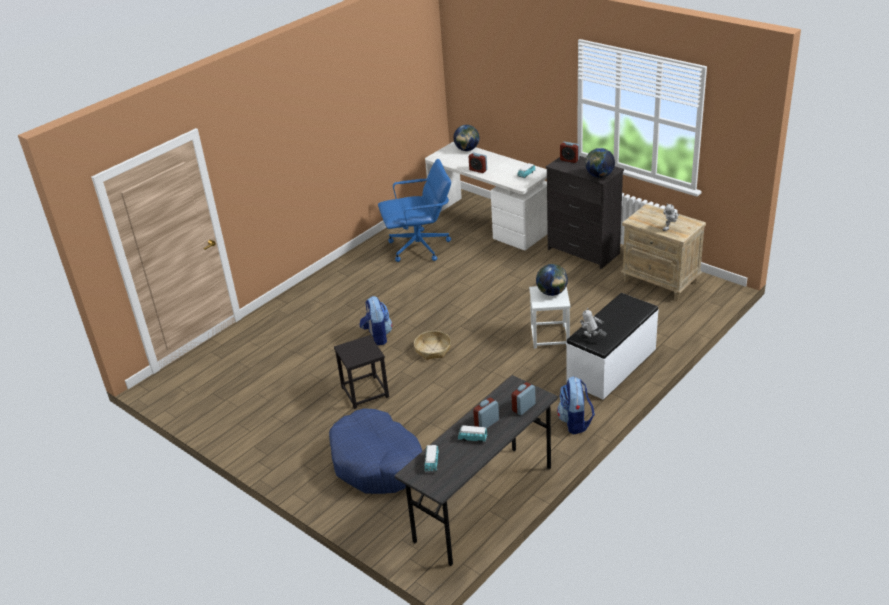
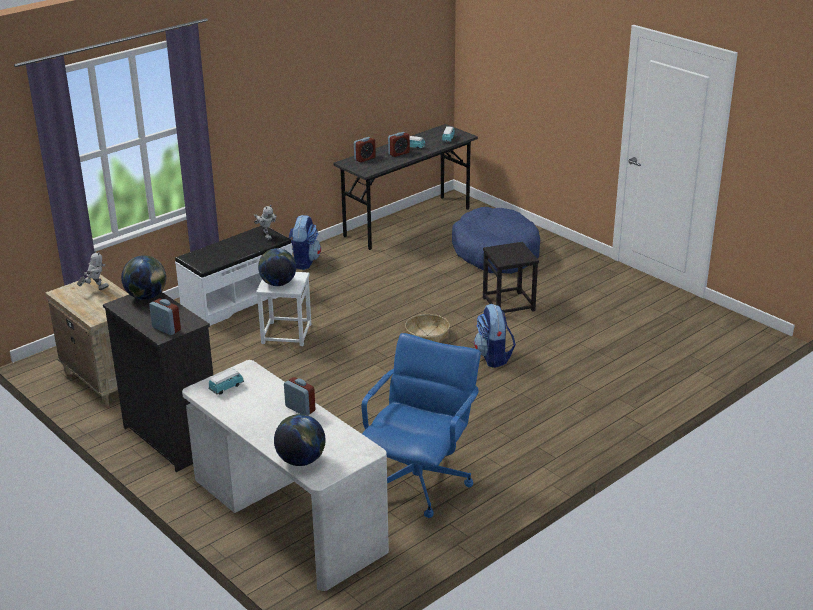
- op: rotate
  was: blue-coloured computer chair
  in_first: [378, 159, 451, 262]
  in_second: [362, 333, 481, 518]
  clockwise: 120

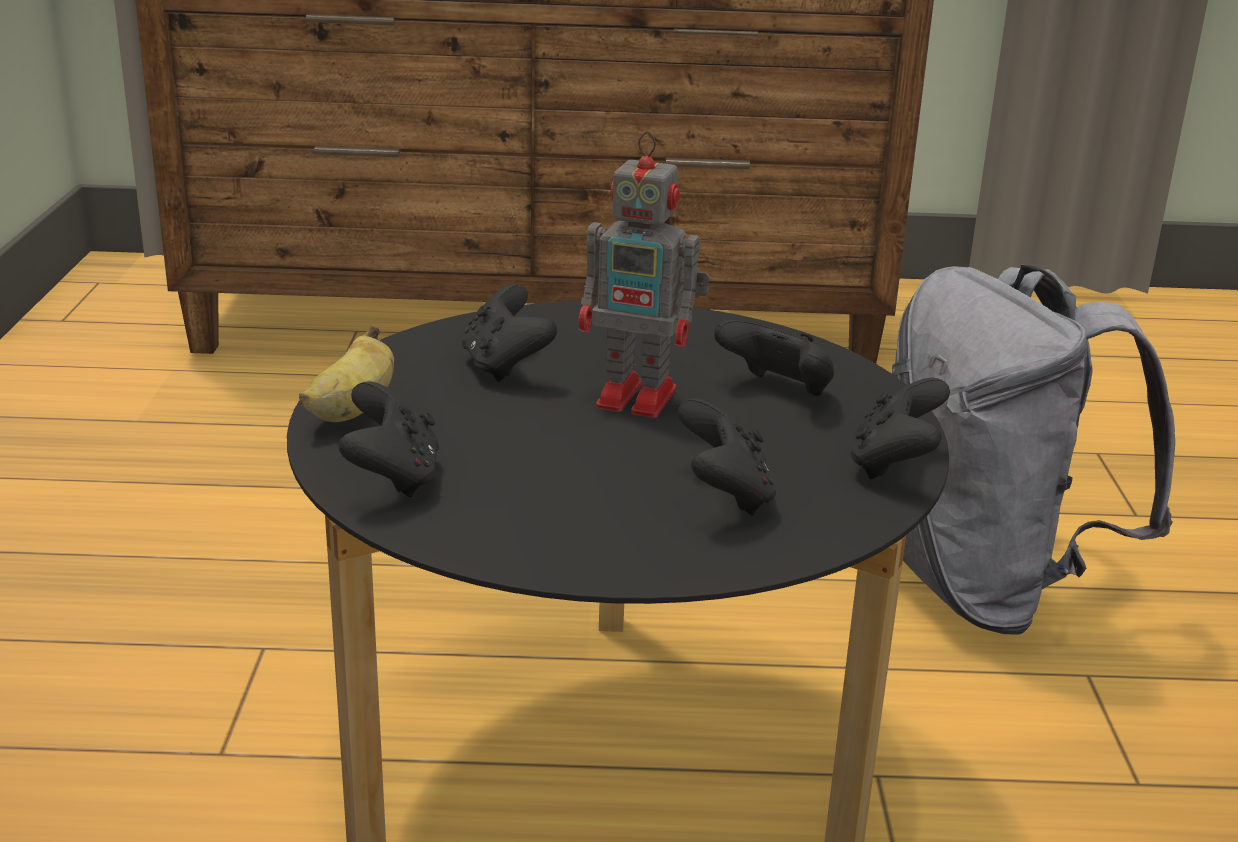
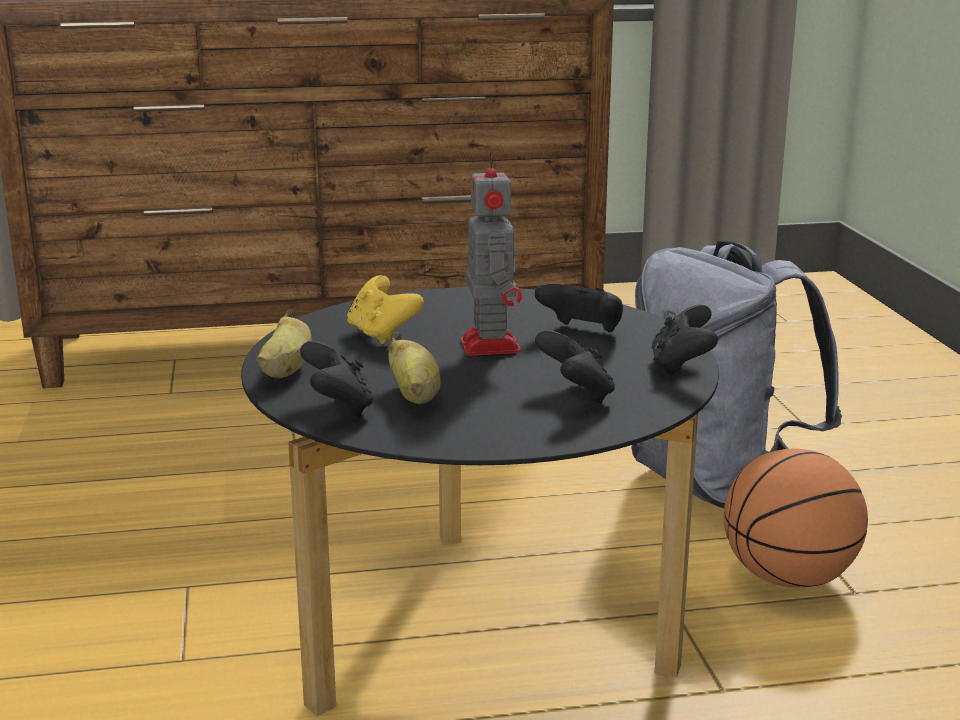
- op: recolor
  was: blackish joypad
  now: yellow-coloured joypad
  in_first: [462, 284, 557, 382]
  in_second: [347, 275, 424, 344]
- op: rotate
  was: robot figure
  in_first: [579, 131, 710, 418]
  in_second: [461, 151, 522, 355]
  clockwise: -105
- op: insert
  now: banana
  in_second: [389, 332, 441, 404]
- op: insert
  now: basketball
  in_second: [724, 449, 868, 588]

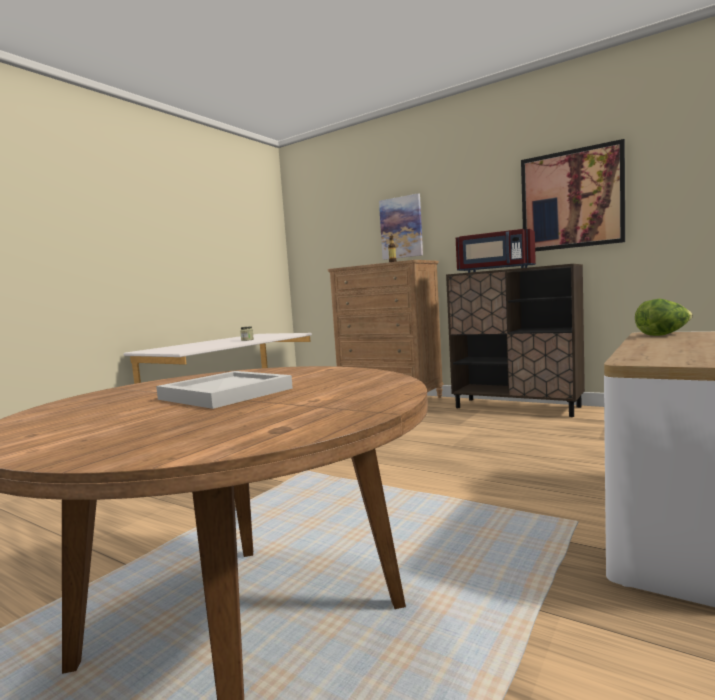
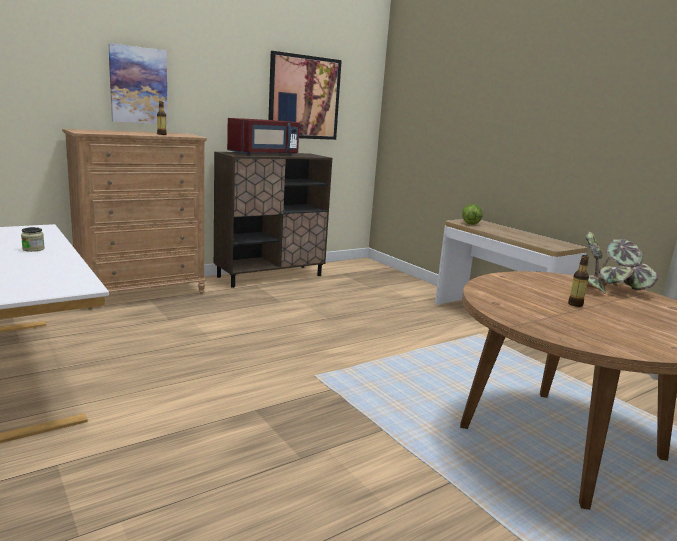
- op: replace
  was: white-coloured carrying tray
  now: beverage bottle
  in_first: [156, 371, 293, 409]
  in_second: [568, 255, 589, 307]
- op: insert
  now: houseplant
  in_second: [586, 232, 658, 294]

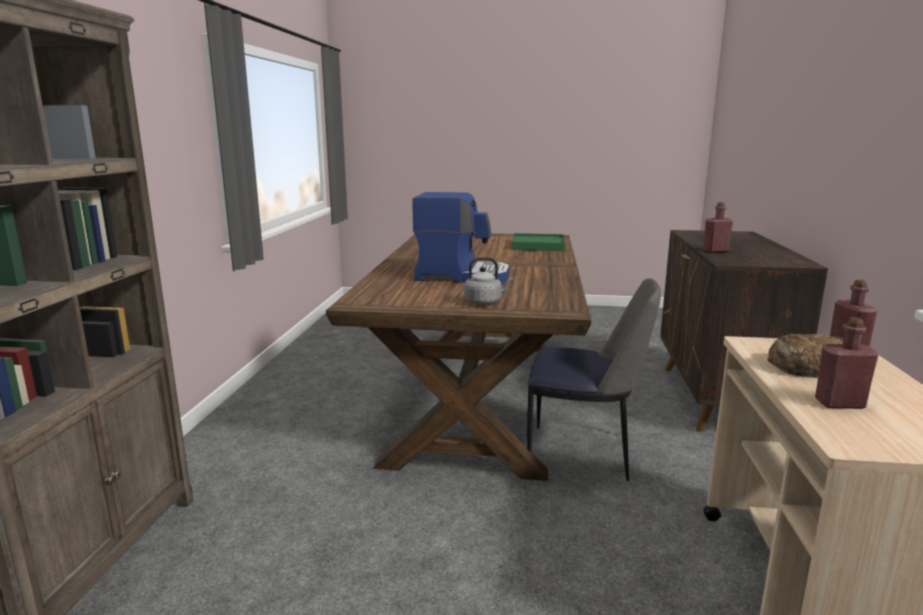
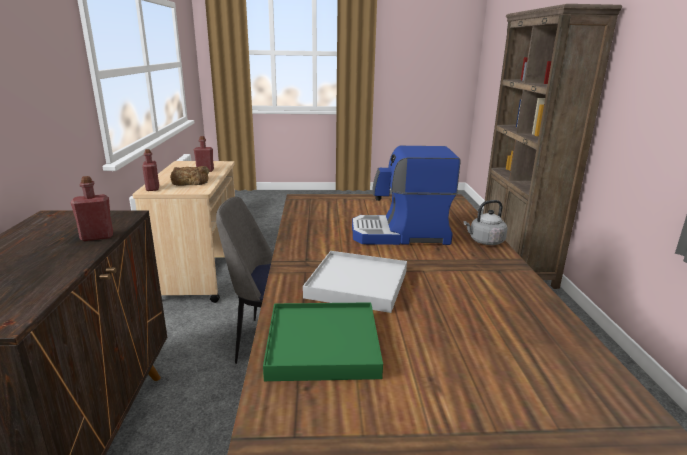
- op: move
  was: greyish kettle
  in_first: [464, 257, 513, 305]
  in_second: [463, 200, 508, 245]
- op: insert
  now: white-coloured carrying tray
  in_second: [303, 251, 407, 313]

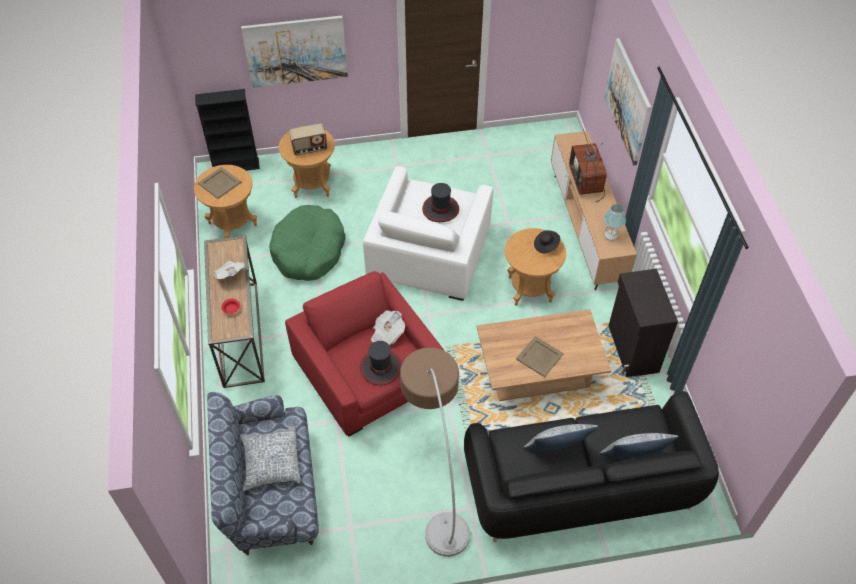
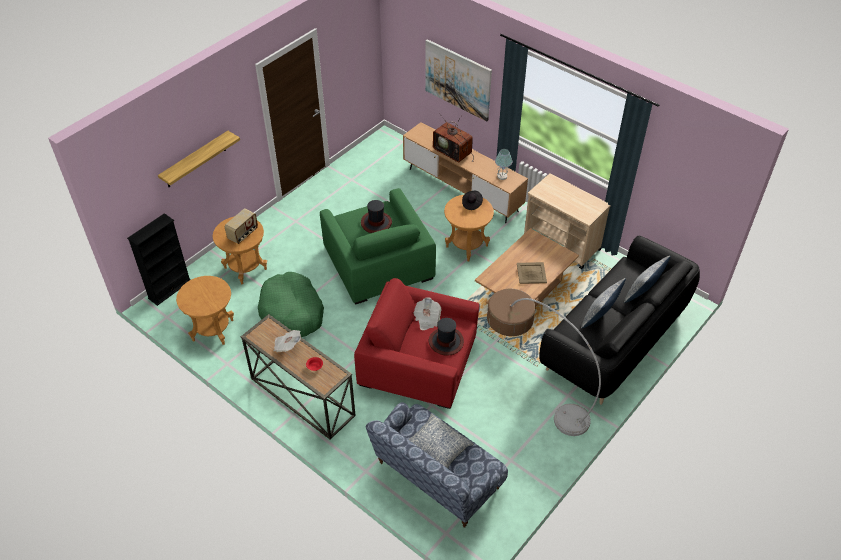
- op: delete
  was: beige-coloured carrying tray
  in_first: [198, 167, 242, 199]
- op: replace
  was: wall art
  now: shelf
  in_first: [241, 16, 348, 88]
  in_second: [158, 131, 240, 187]
- op: recolor
  was: white-coloured lounge chair
  now: green-coloured lounge chair
  in_first: [363, 166, 493, 301]
  in_second: [320, 188, 436, 304]
- op: replace
  was: blackish storage cabinet
  now: beige-coloured cart
  in_first: [609, 269, 678, 377]
  in_second: [524, 173, 611, 269]

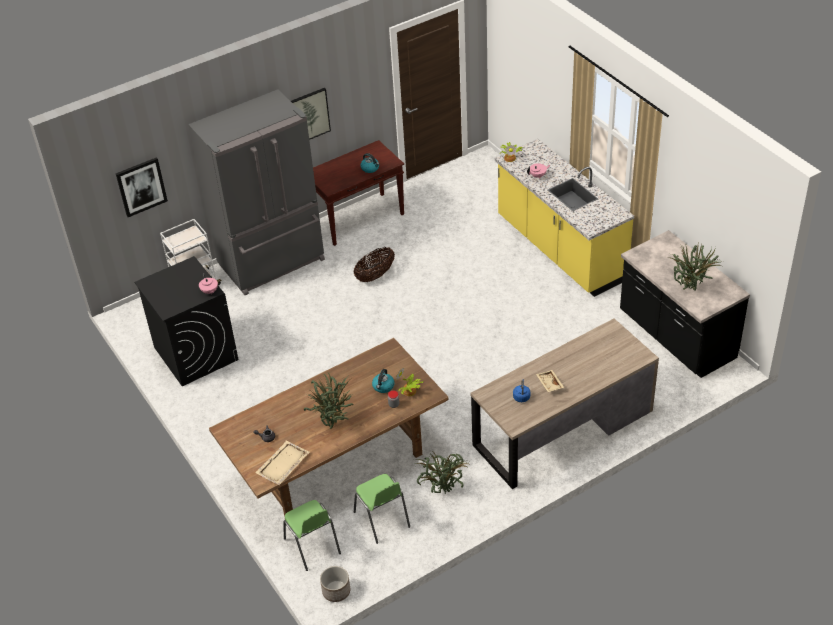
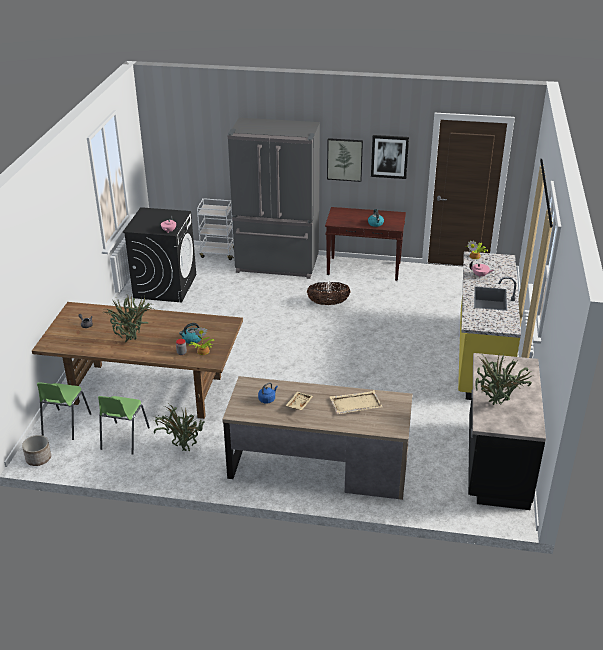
- op: move
  was: wall art
  in_first: [116, 157, 168, 217]
  in_second: [371, 135, 409, 179]
- op: move
  was: beige-coloured carrying tray
  in_first: [255, 440, 310, 485]
  in_second: [330, 390, 383, 414]

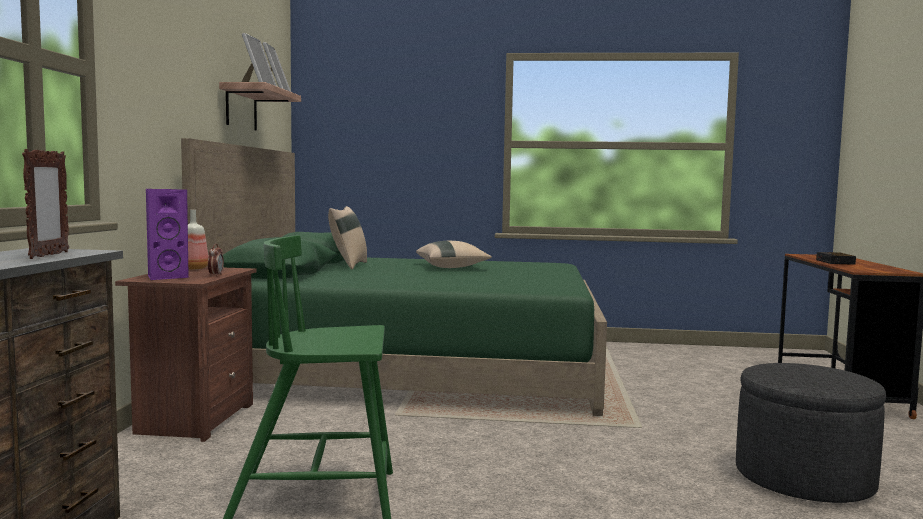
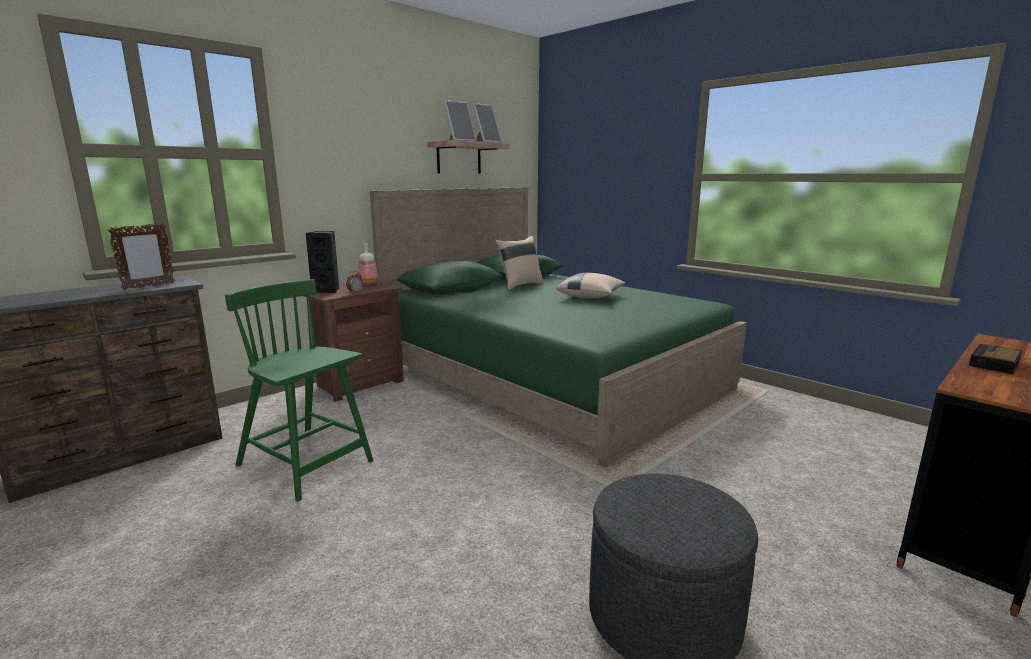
- op: recolor
  was: purple-coloured loudspeaker
  now: blackish loudspeaker
  in_first: [146, 189, 189, 280]
  in_second: [306, 231, 339, 293]

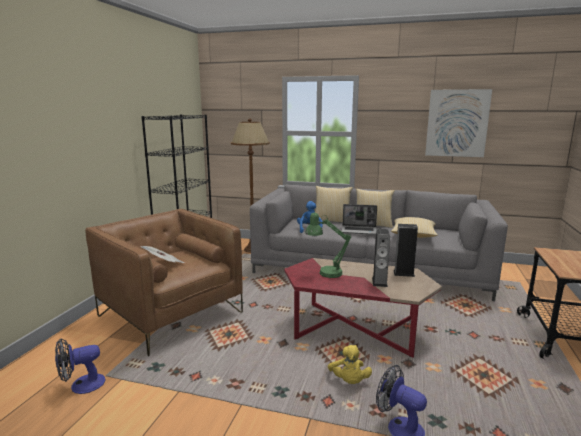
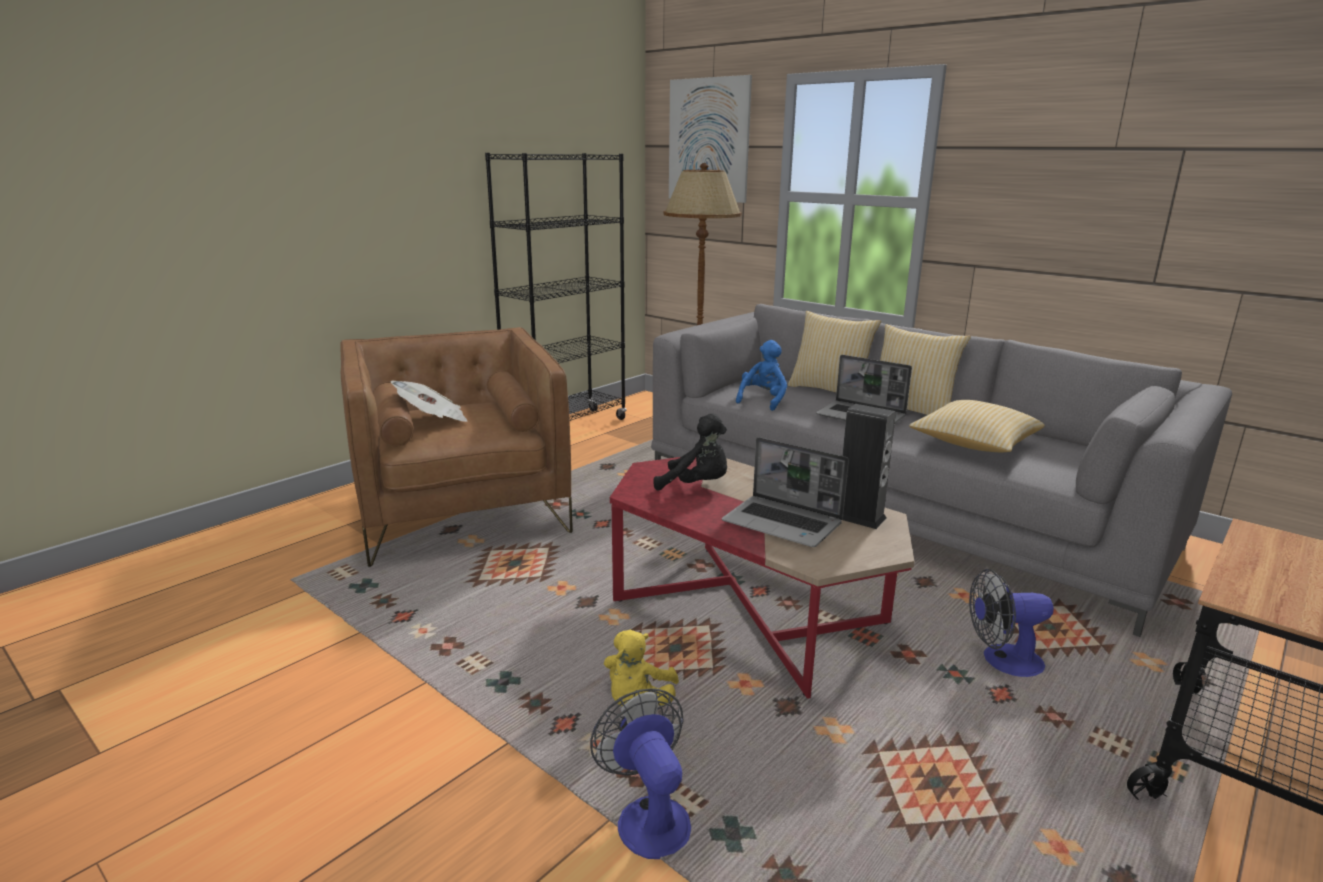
- op: move
  was: cooling fan
  in_first: [55, 338, 105, 394]
  in_second: [969, 569, 1054, 677]
- op: replace
  was: green-coloured table lamp
  now: blackish cuddly toy
  in_first: [305, 212, 351, 278]
  in_second: [654, 413, 727, 491]
- op: replace
  was: loudspeaker
  now: portable computer
  in_first: [372, 229, 390, 287]
  in_second: [722, 437, 849, 547]
- op: move
  was: wall art
  in_first: [425, 89, 492, 157]
  in_second: [669, 75, 752, 203]

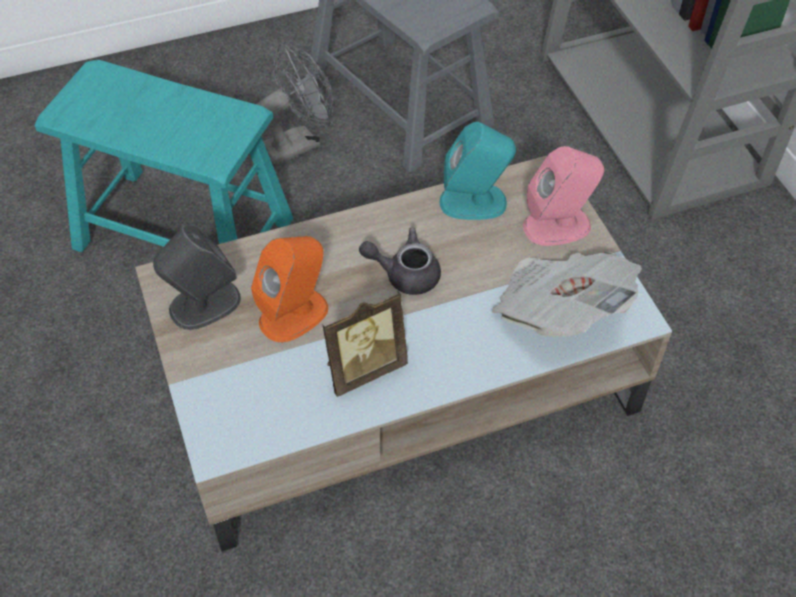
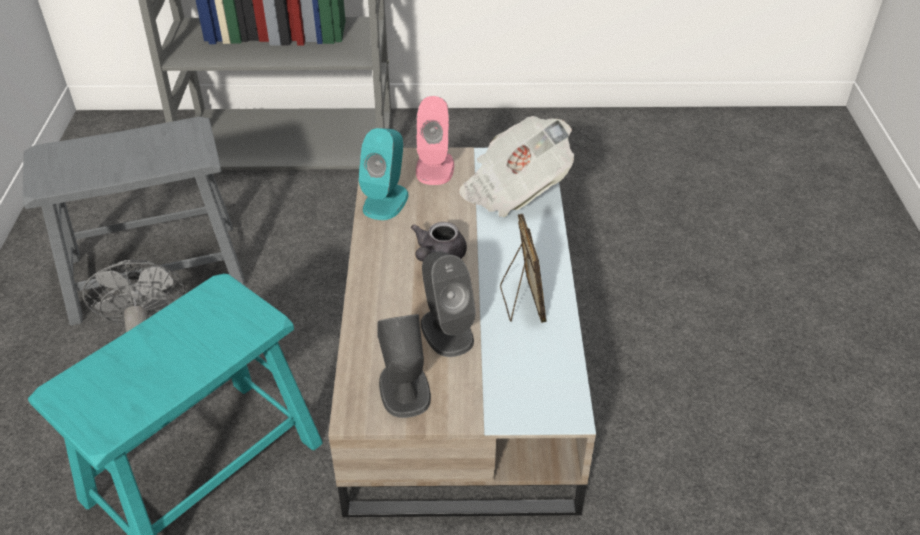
- op: recolor
  was: orange-coloured loudspeaker
  now: greyish loudspeaker
  in_first: [251, 236, 329, 342]
  in_second: [421, 251, 476, 357]

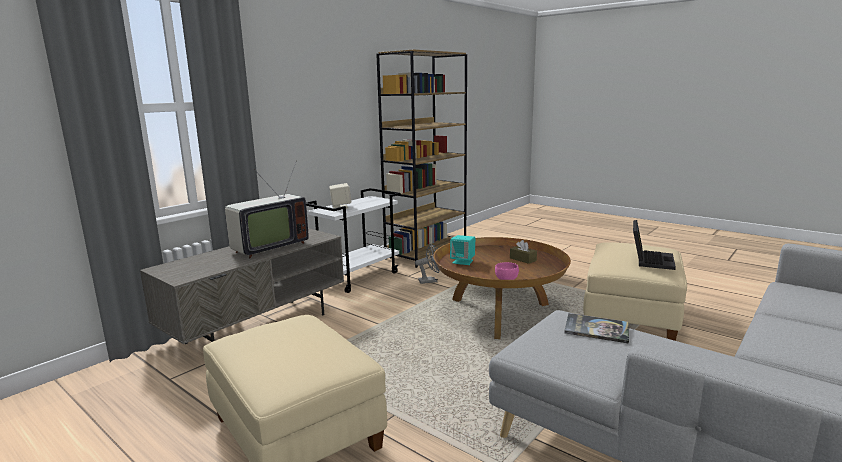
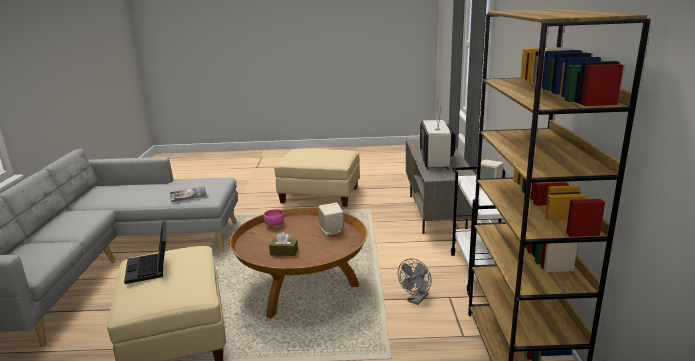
- op: recolor
  was: blue-green loudspeaker
  now: beige-coloured loudspeaker
  in_first: [450, 235, 475, 265]
  in_second: [318, 203, 344, 235]

